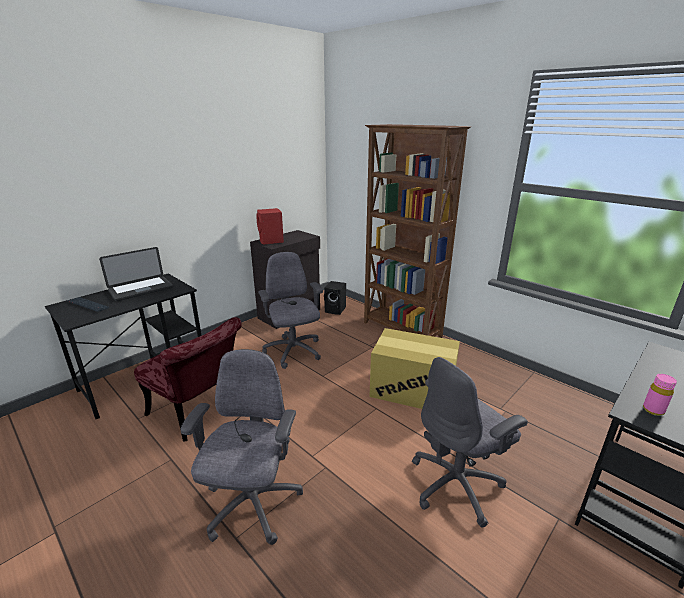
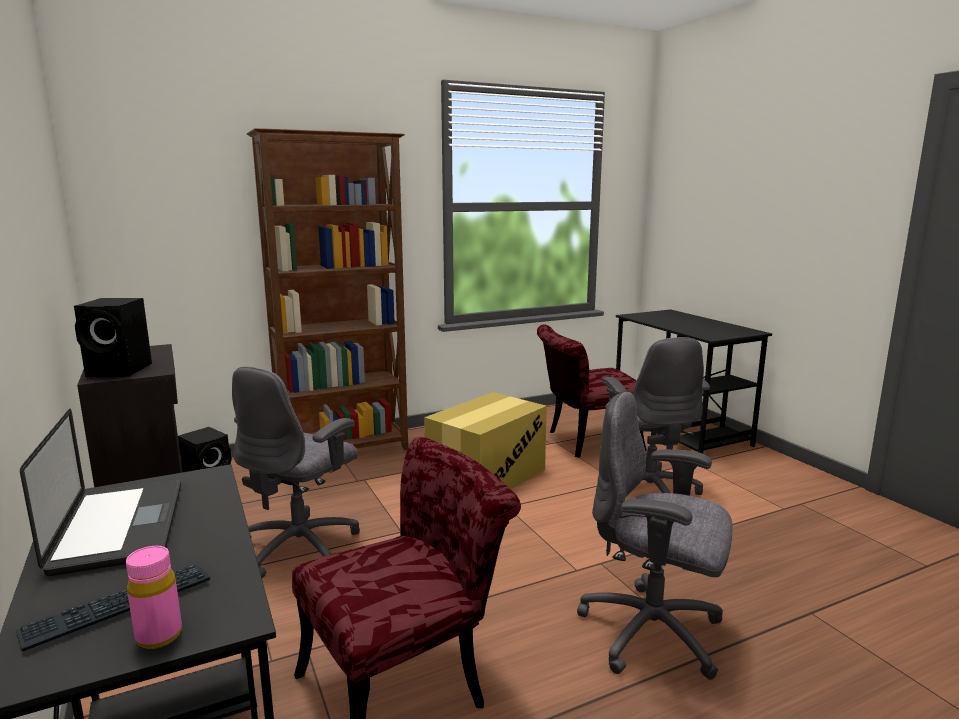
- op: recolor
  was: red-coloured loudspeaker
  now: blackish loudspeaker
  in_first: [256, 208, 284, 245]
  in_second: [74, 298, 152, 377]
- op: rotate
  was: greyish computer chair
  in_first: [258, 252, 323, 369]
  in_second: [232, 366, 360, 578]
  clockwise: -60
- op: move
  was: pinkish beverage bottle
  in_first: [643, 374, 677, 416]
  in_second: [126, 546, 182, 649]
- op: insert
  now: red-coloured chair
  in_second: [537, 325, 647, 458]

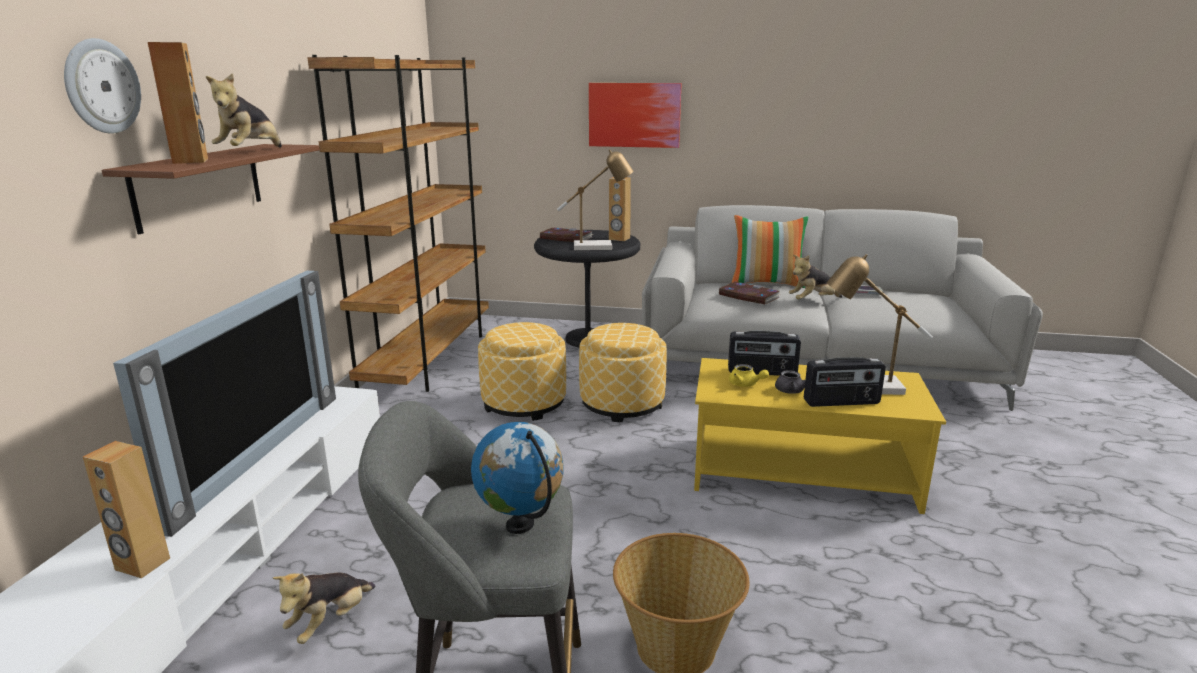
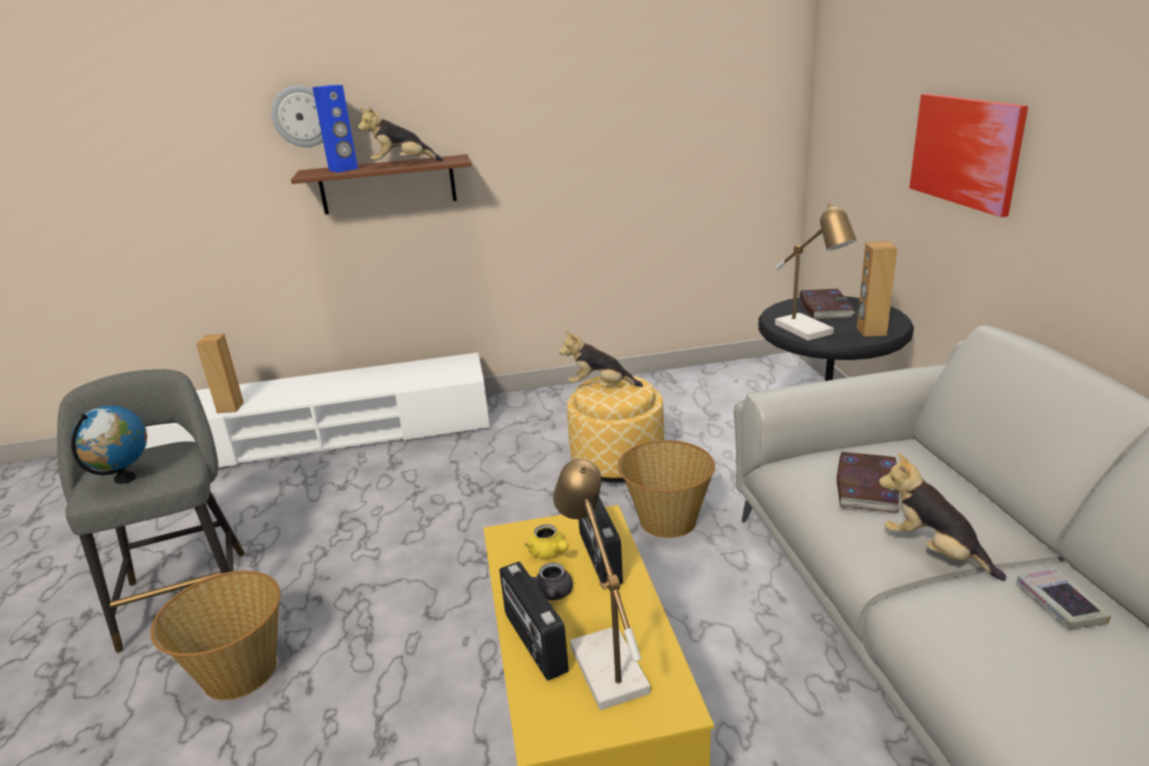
- op: delete
  was: TV set
  in_first: [113, 271, 336, 537]
- op: recolor
  was: brown loudspeaker
  now: blue-coloured loudspeaker
  in_first: [148, 42, 208, 164]
  in_second: [312, 85, 358, 173]
- op: move
  was: cuddly toy
  in_first: [273, 572, 375, 644]
  in_second: [559, 331, 643, 387]
- op: delete
  was: brown shelving unit
  in_first: [307, 55, 489, 392]
- op: replace
  was: ottoman
  now: basket
  in_first: [579, 323, 667, 422]
  in_second: [618, 440, 715, 538]
- op: rotate
  was: yellow-coloured teapot
  in_first: [729, 364, 769, 387]
  in_second: [525, 524, 569, 558]
  clockwise: -60
- op: delete
  was: throw pillow
  in_first: [732, 215, 808, 288]

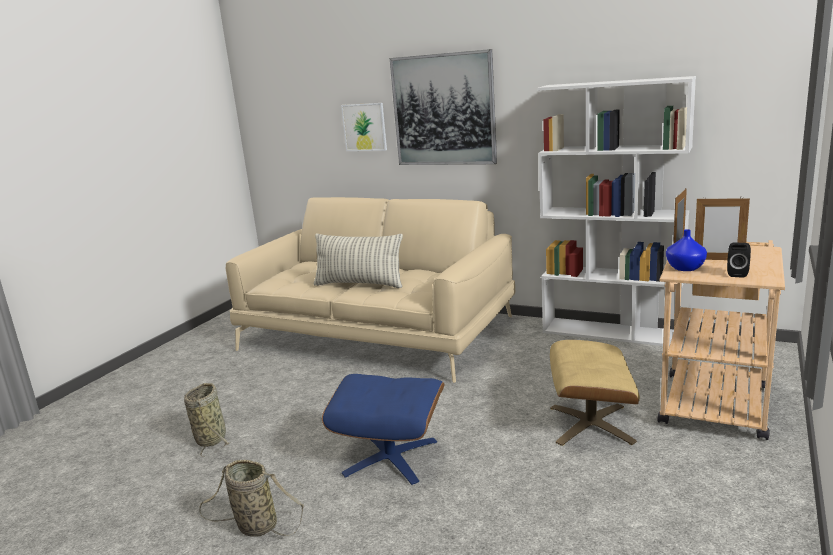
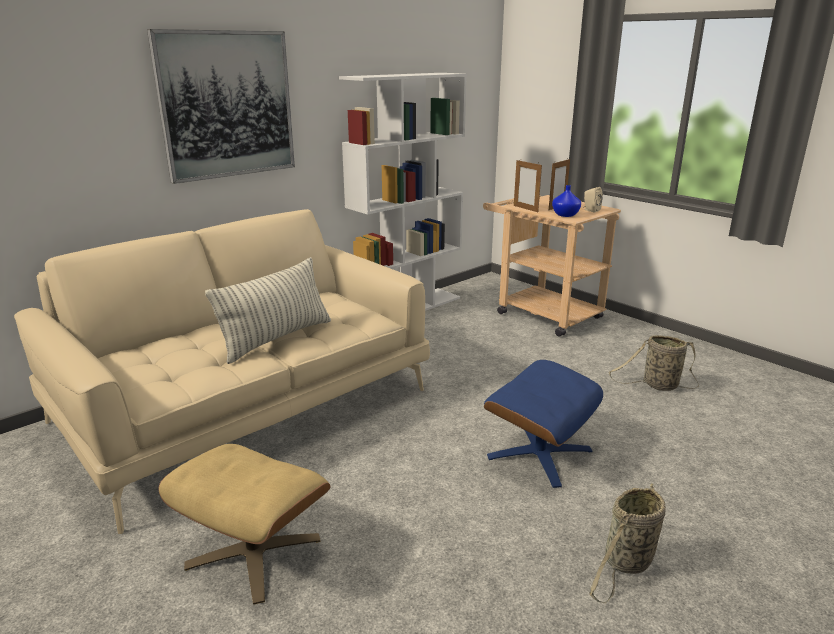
- op: move
  was: basket
  in_first: [184, 383, 229, 457]
  in_second: [609, 335, 699, 391]
- op: delete
  was: wall art
  in_first: [341, 103, 387, 151]
- op: move
  was: beige-coloured ottoman
  in_first: [550, 340, 640, 446]
  in_second: [159, 444, 330, 605]
- op: recolor
  was: blackish loudspeaker
  now: beige-coloured loudspeaker
  in_first: [727, 243, 751, 278]
  in_second: [583, 187, 602, 212]

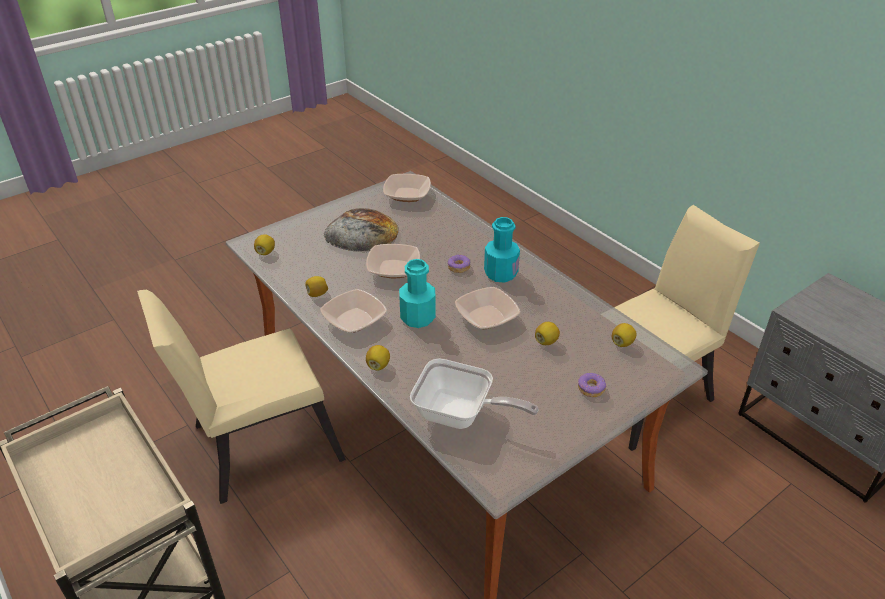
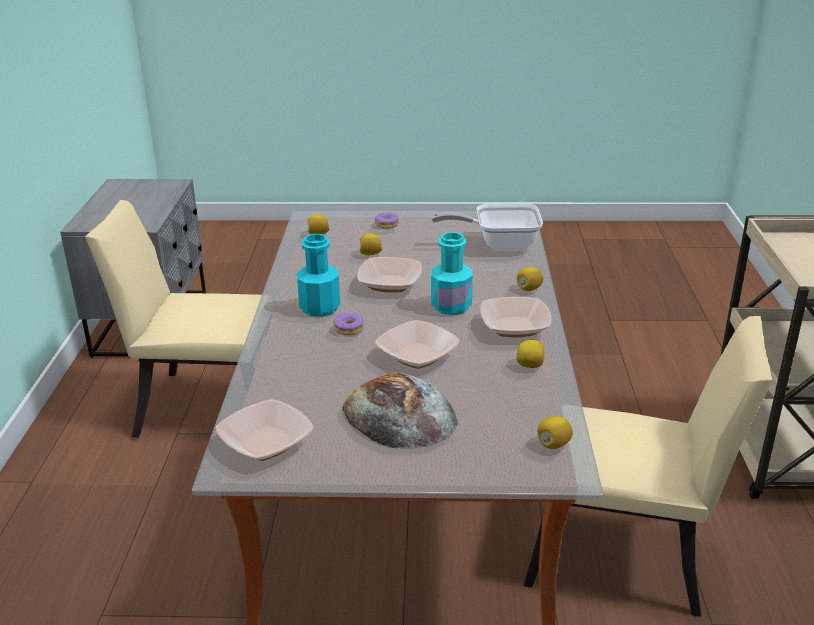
- op: rotate
  was: frying pan
  in_first: [410, 358, 539, 429]
  in_second: [431, 203, 543, 251]
  clockwise: -60

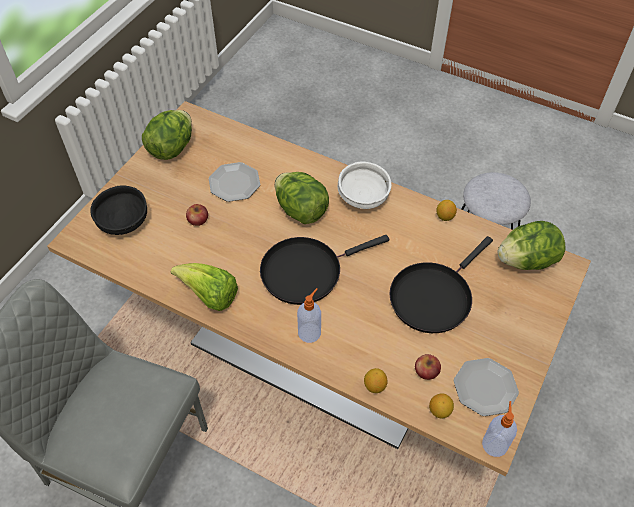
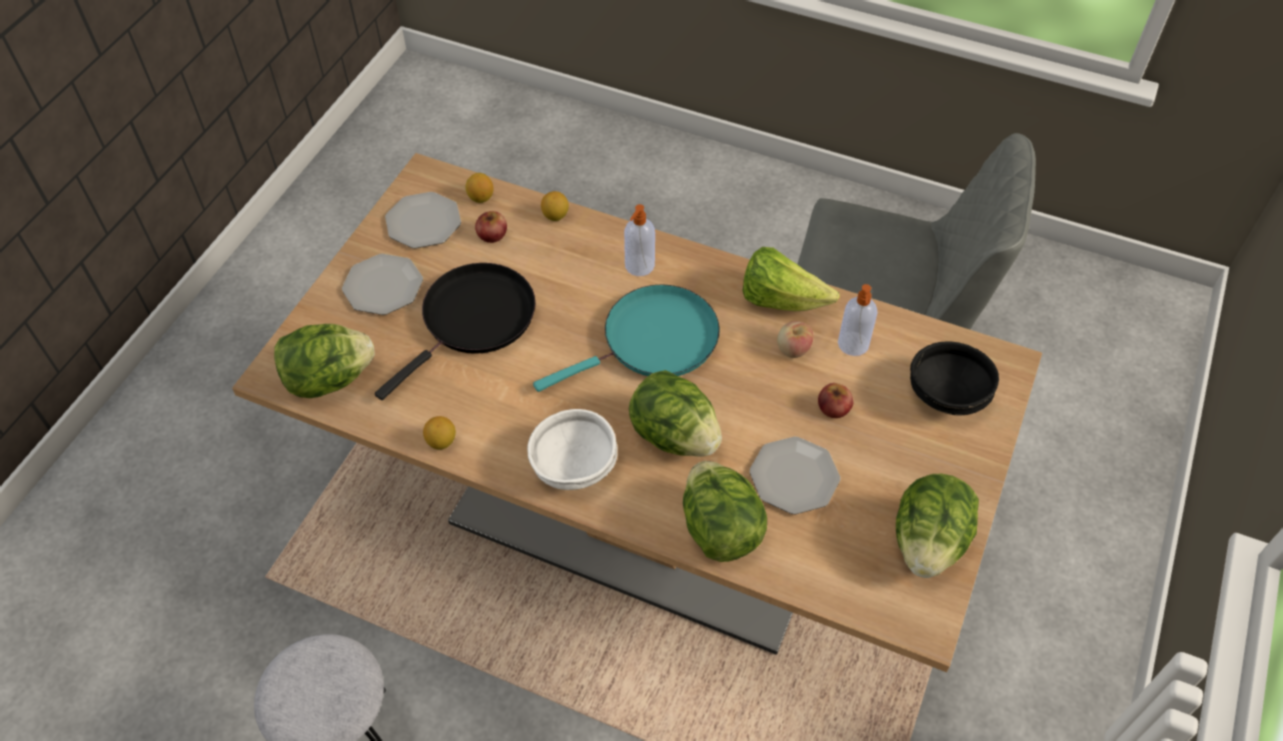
- op: recolor
  was: blackish frying pan
  now: blue-green frying pan
  in_first: [260, 235, 389, 305]
  in_second: [533, 284, 720, 392]
- op: move
  was: liquid soap bottle
  in_first: [482, 401, 517, 457]
  in_second: [838, 284, 877, 356]
- op: insert
  now: dinner plate
  in_second: [342, 254, 423, 315]
- op: insert
  now: lettuce head
  in_second: [683, 461, 767, 562]
- op: insert
  now: whole apple
  in_second: [777, 321, 814, 358]

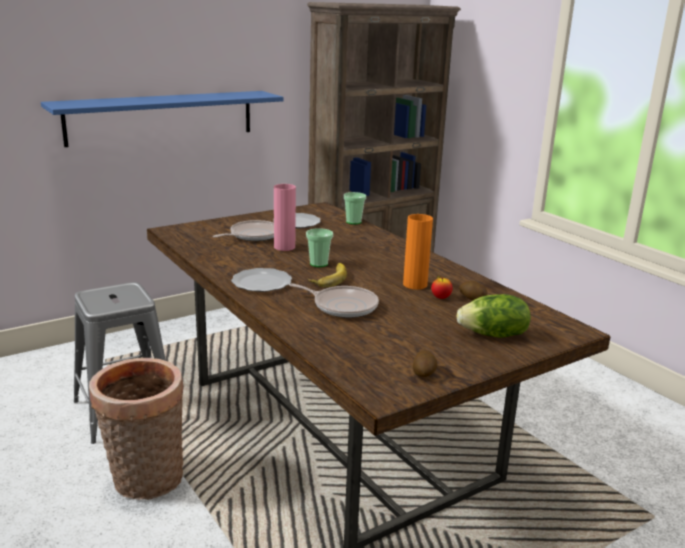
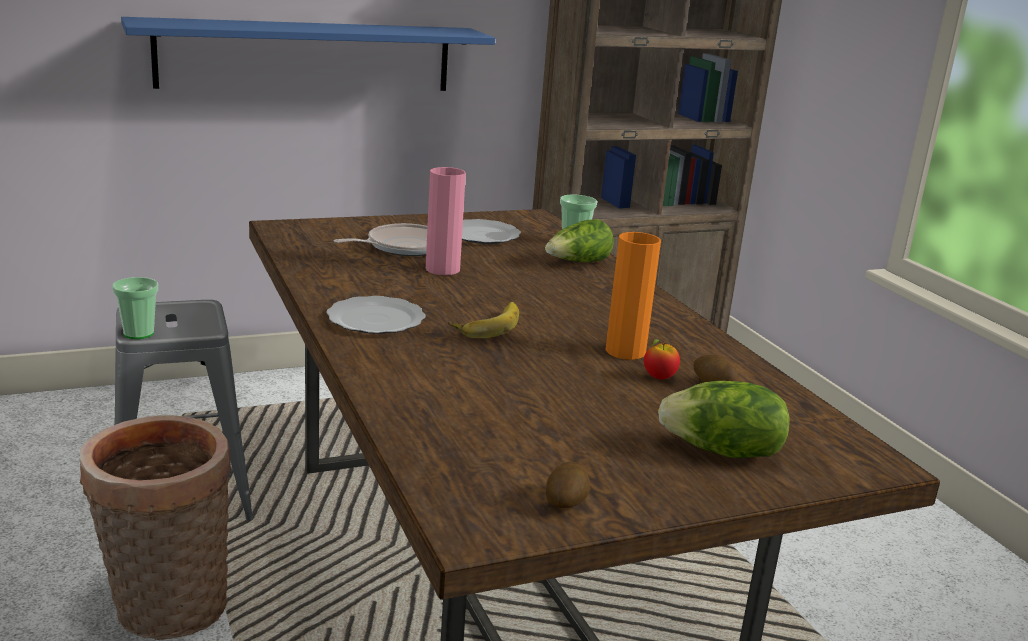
- op: delete
  was: frying pan
  in_first: [289, 283, 379, 318]
- op: move
  was: cup
  in_first: [306, 228, 333, 267]
  in_second: [112, 277, 158, 339]
- op: insert
  now: lettuce head
  in_second: [545, 219, 614, 262]

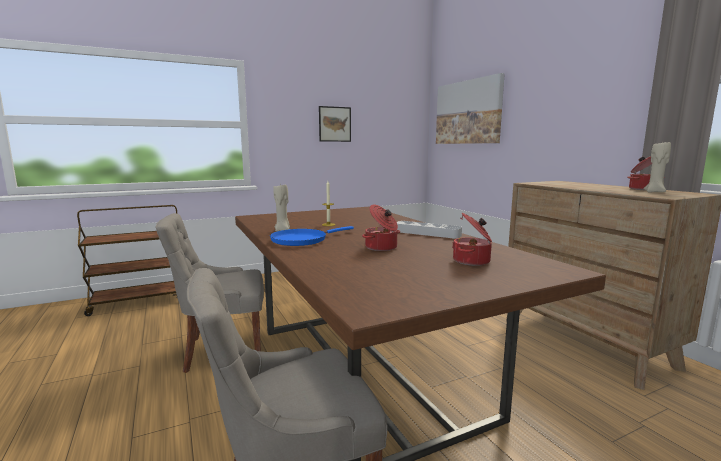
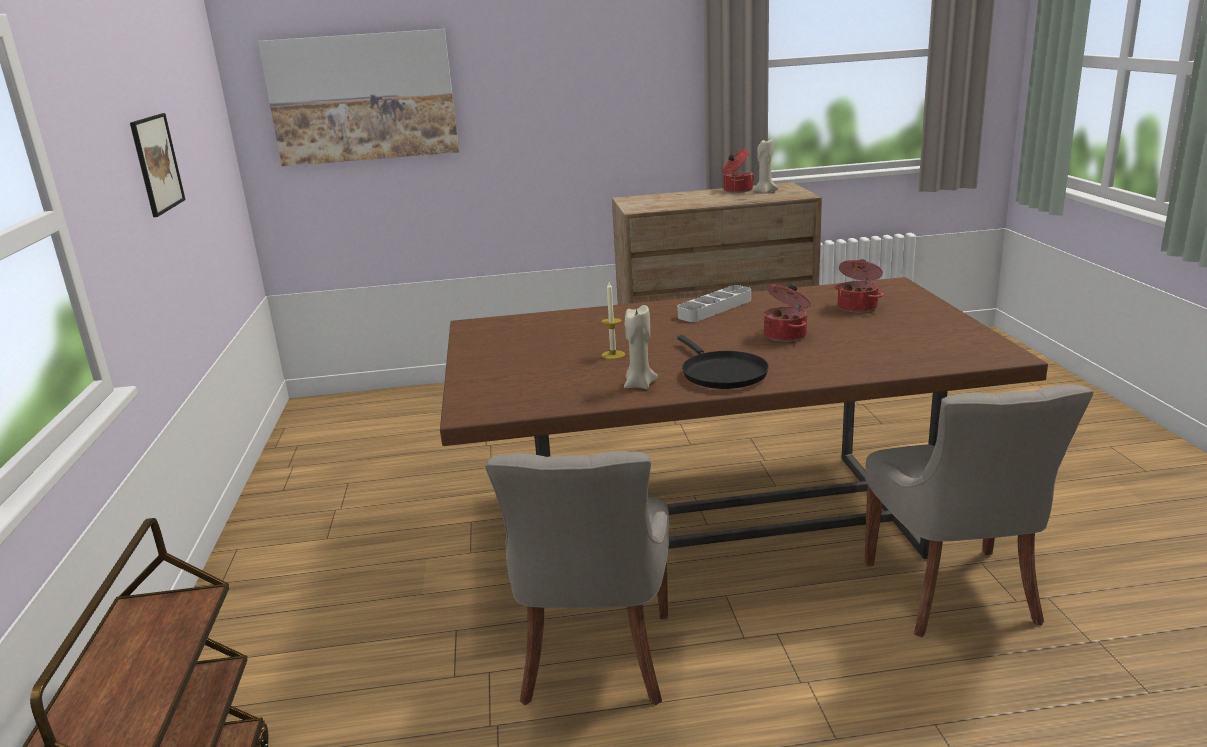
- op: recolor
  was: blue-coloured frying pan
  now: blackish frying pan
  in_first: [270, 226, 354, 246]
  in_second: [677, 335, 769, 389]

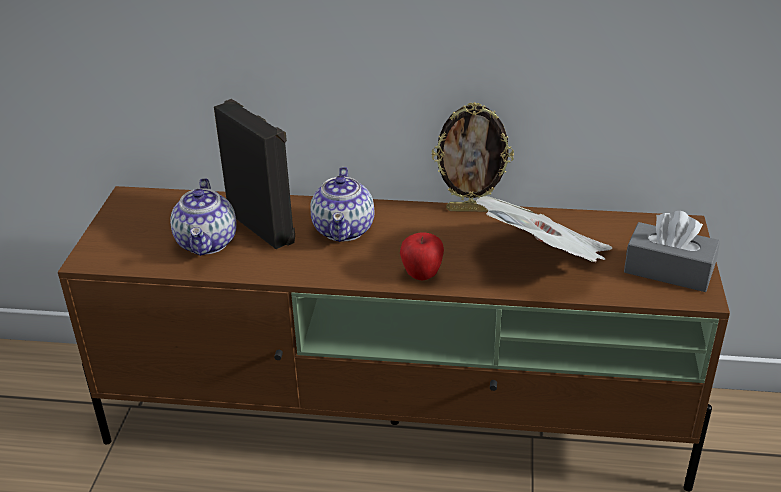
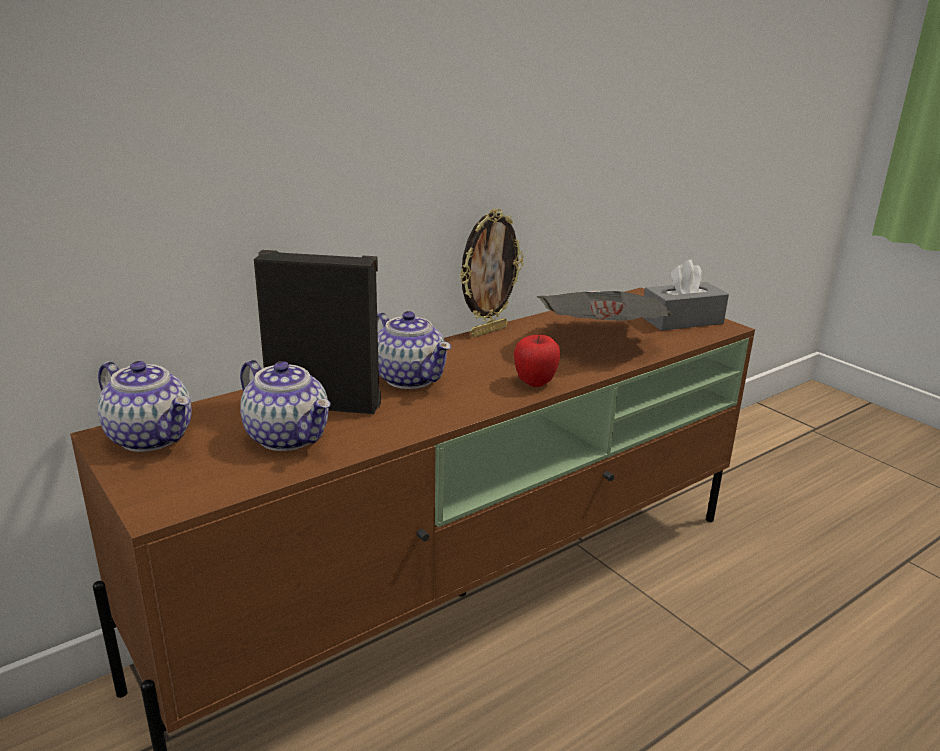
- op: insert
  now: teapot
  in_second: [98, 361, 192, 452]

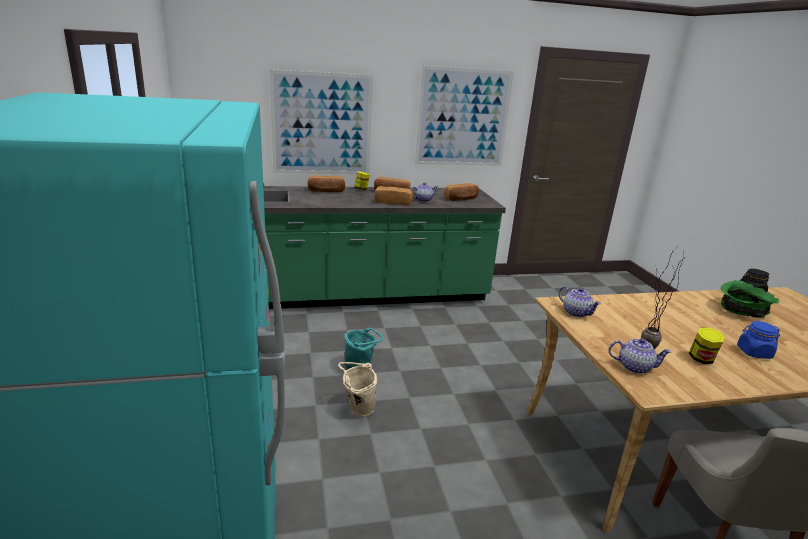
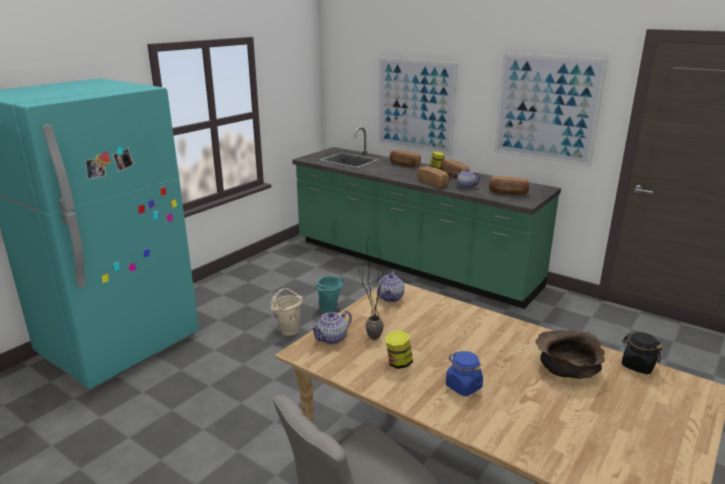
- op: rotate
  was: teapot
  in_first: [608, 338, 671, 374]
  in_second: [310, 311, 352, 344]
  clockwise: 75
- op: recolor
  was: green-coloured bowl
  now: brown bowl
  in_first: [721, 280, 779, 318]
  in_second: [535, 330, 605, 379]

